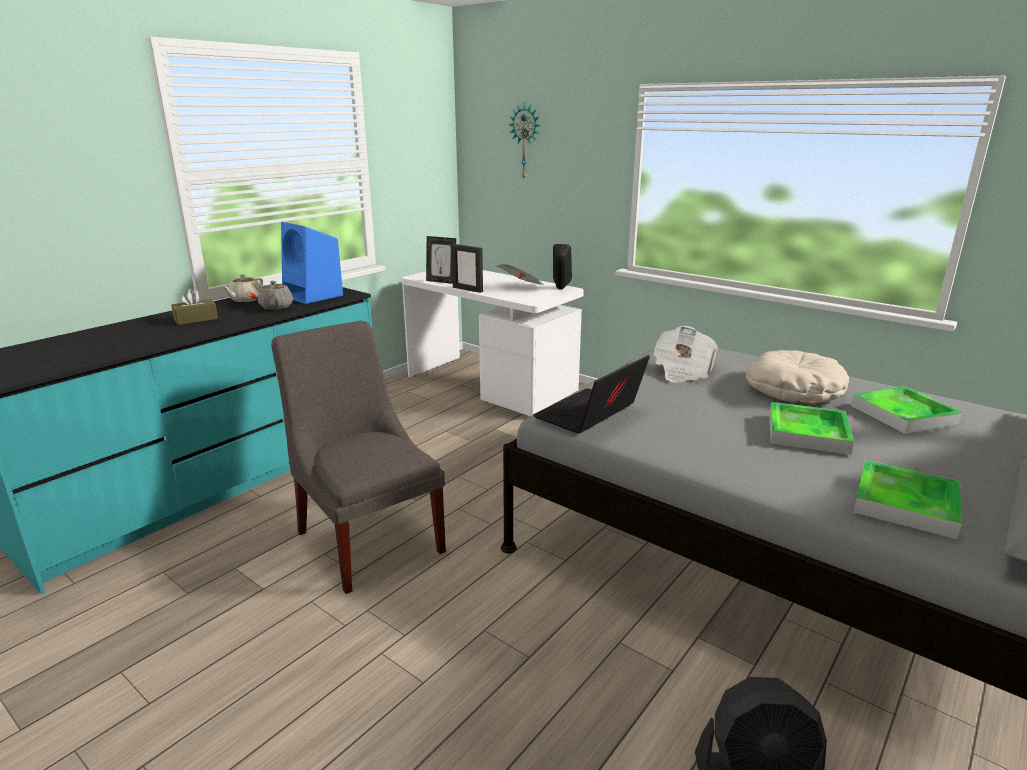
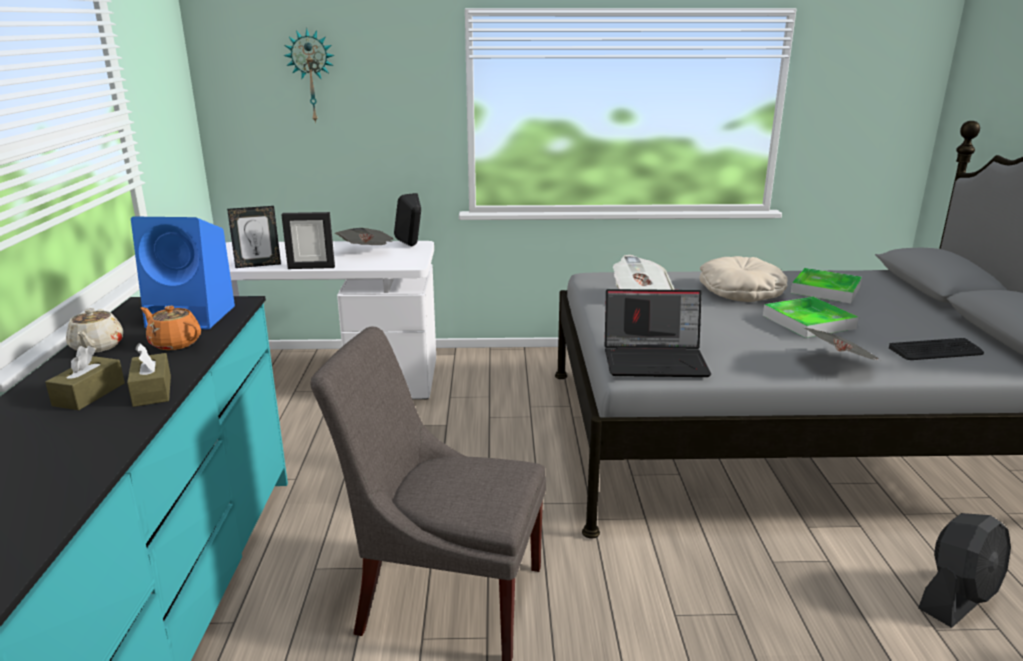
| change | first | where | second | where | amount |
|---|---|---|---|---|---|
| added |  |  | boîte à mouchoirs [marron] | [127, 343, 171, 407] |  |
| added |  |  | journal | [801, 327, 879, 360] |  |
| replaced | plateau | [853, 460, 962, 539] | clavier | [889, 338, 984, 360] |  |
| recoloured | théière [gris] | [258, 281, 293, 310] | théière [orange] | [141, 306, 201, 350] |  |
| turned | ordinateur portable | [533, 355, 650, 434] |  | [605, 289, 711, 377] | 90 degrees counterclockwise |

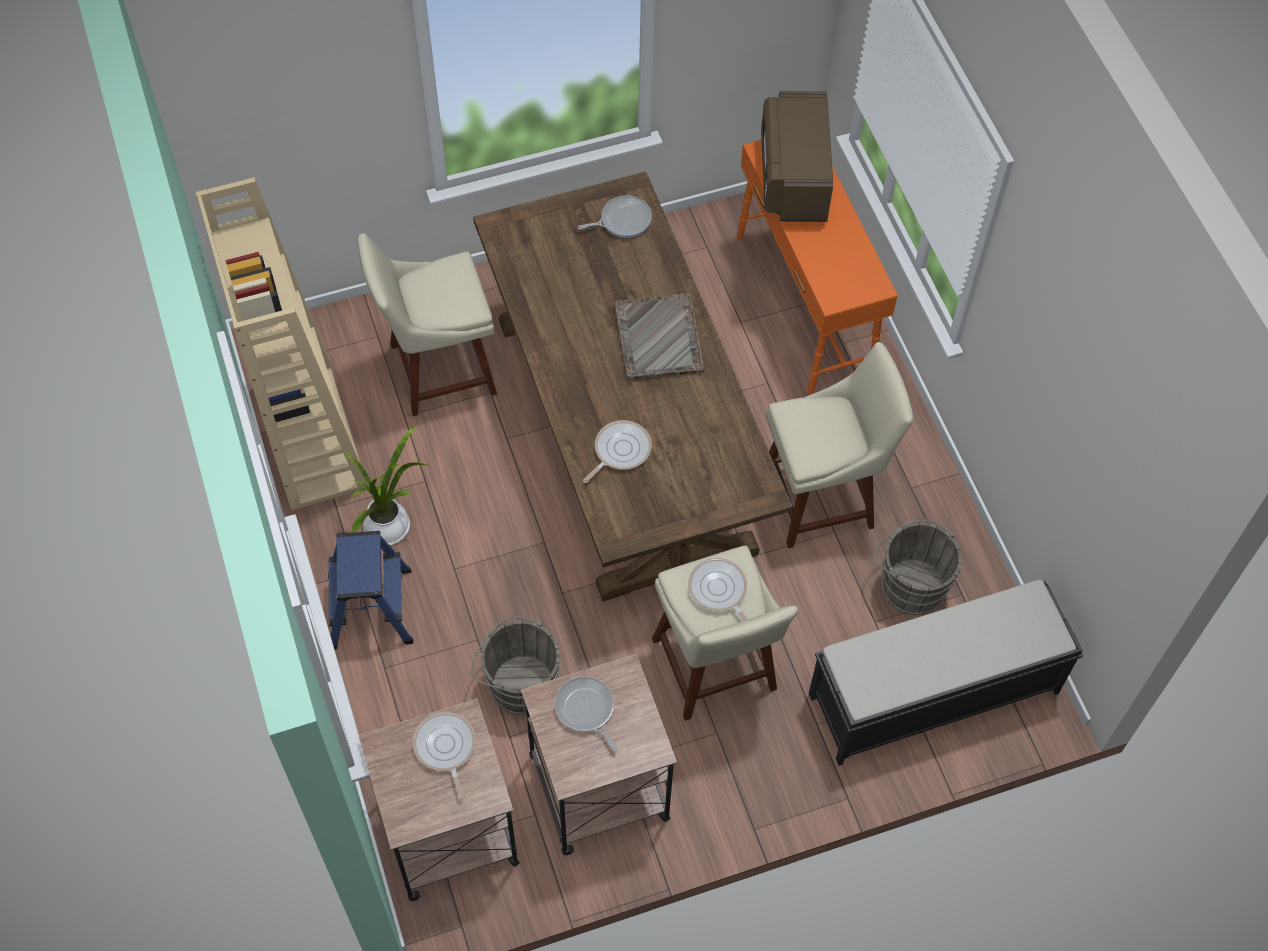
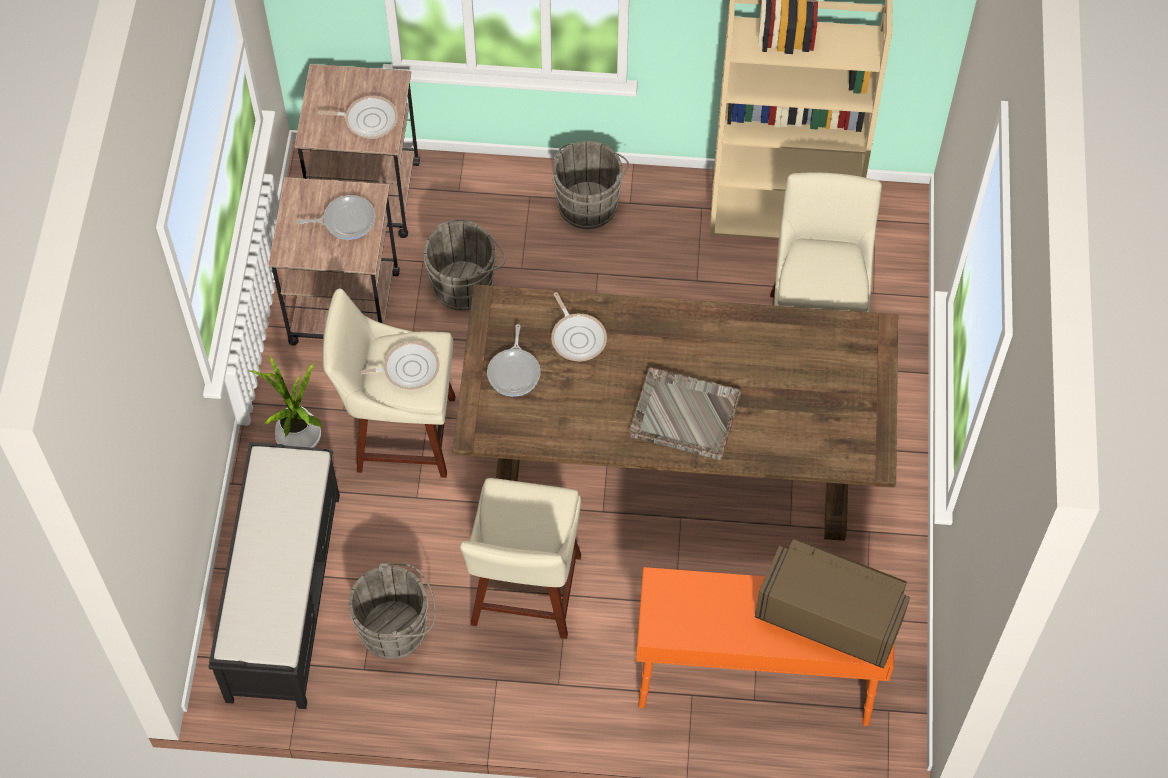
| change | first | where | second | where | amount |
|---|---|---|---|---|---|
| moved | plante en pot | [345, 425, 429, 545] |  | [249, 355, 322, 448] |  |
| moved | poêle | [578, 195, 652, 238] |  | [487, 324, 541, 397] |  |
| replaced | escabeau [bleu] | [328, 531, 414, 649] | seau [gris] | [552, 141, 629, 229] |  |

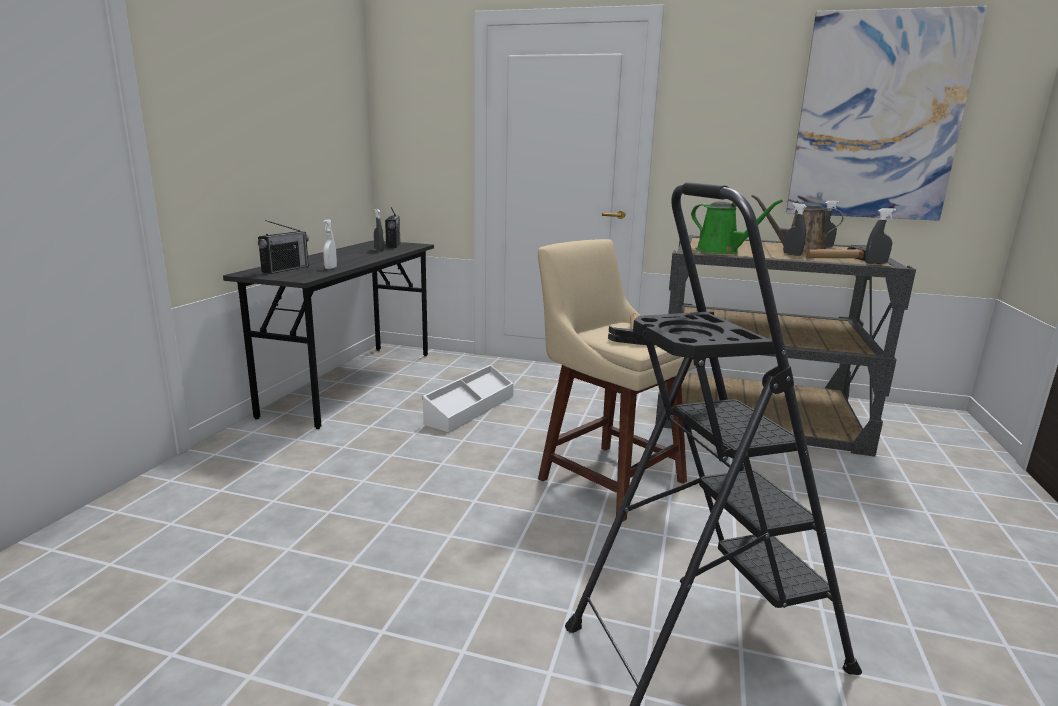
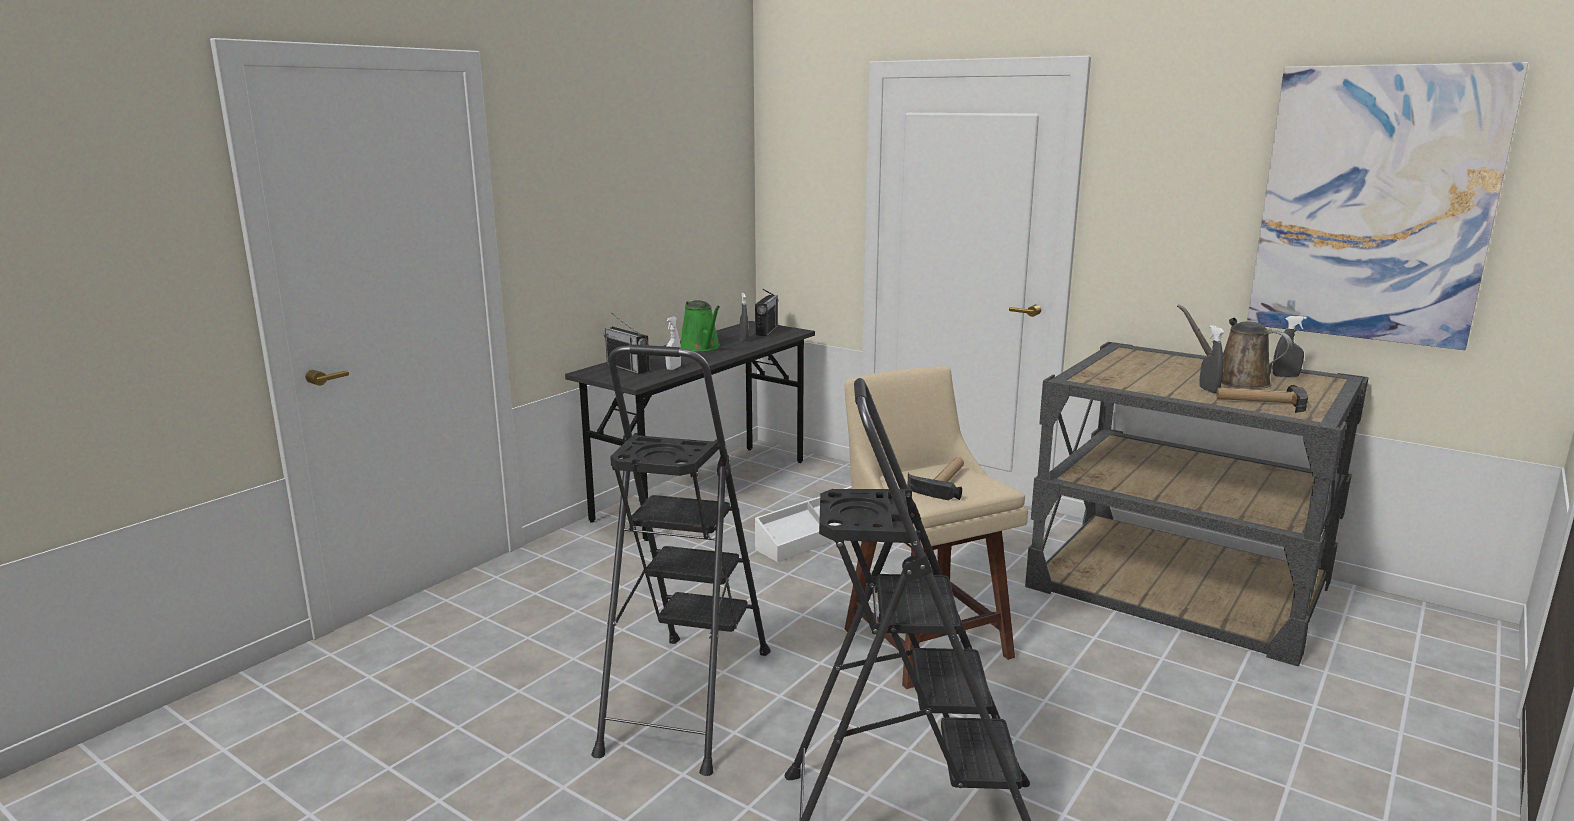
| change | first | where | second | where | amount |
|---|---|---|---|---|---|
| removed | vaporisateur [gris] | [865, 208, 896, 264] |  |  |  |
| added |  |  | escabeau | [591, 344, 771, 776] |  |
| moved | arrosoir [vert] | [691, 200, 783, 254] |  | [680, 300, 720, 352] |  |
| turned | radio | [258, 220, 309, 274] |  | [604, 313, 650, 374] | 90 degrees clockwise |

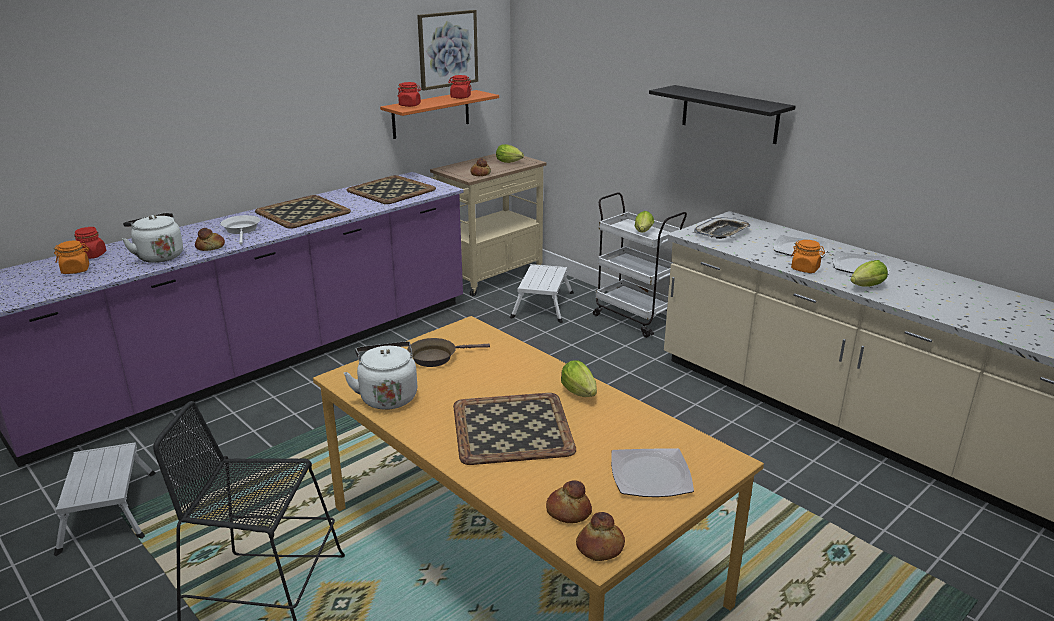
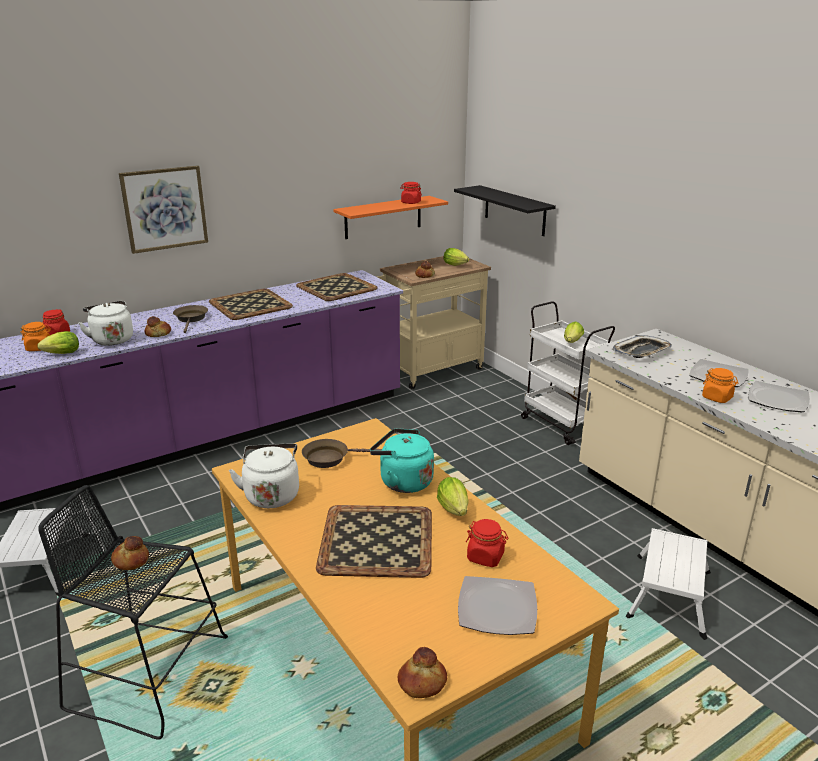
| change | first | where | second | where | amount |
|---|---|---|---|---|---|
| added |  |  | bouilloire [turquoise] | [370, 428, 434, 493] |  |
| moved | bocal [rouge] | [398, 82, 421, 107] |  | [466, 519, 509, 567] |  |
| moved | tableau | [417, 10, 478, 91] |  | [119, 165, 208, 254] |  |
| moved | escabeau [blanc] | [510, 264, 574, 323] |  | [626, 528, 711, 640] |  |
| moved | pain | [546, 480, 592, 523] |  | [111, 536, 149, 570] |  |
| moved | étagère [noir] | [649, 85, 796, 144] |  | [454, 185, 556, 236] |  |
| moved | laitue | [851, 260, 888, 287] |  | [37, 331, 79, 354] |  |
| recoloured | poêle [blanc] | [221, 215, 260, 244] | poêle [marron] | [173, 305, 208, 333] |  |

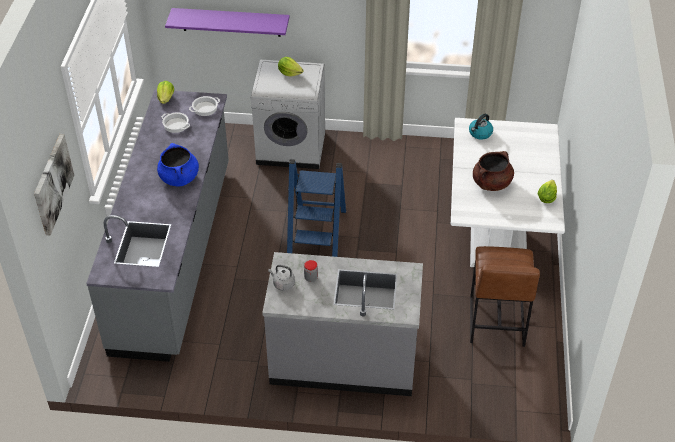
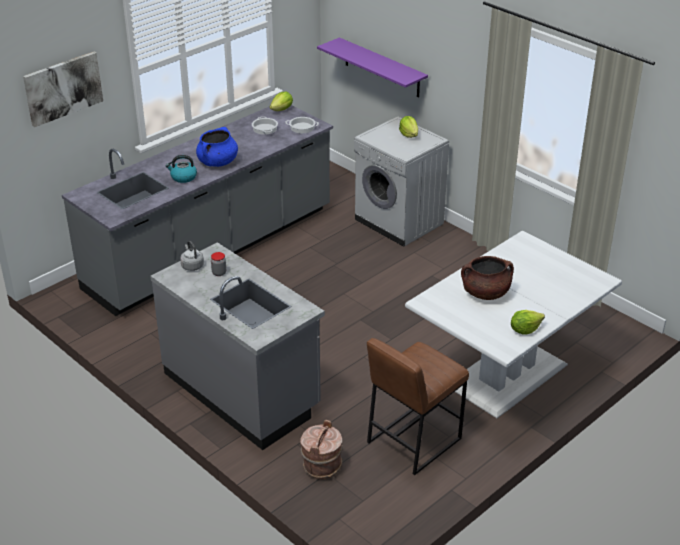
| change | first | where | second | where | amount |
|---|---|---|---|---|---|
| removed | escabeau [bleu] | [287, 159, 346, 257] |  |  |  |
| added |  |  | seau [marron] | [300, 420, 343, 479] |  |
| moved | bouilloire | [469, 114, 493, 140] |  | [165, 155, 197, 183] |  |

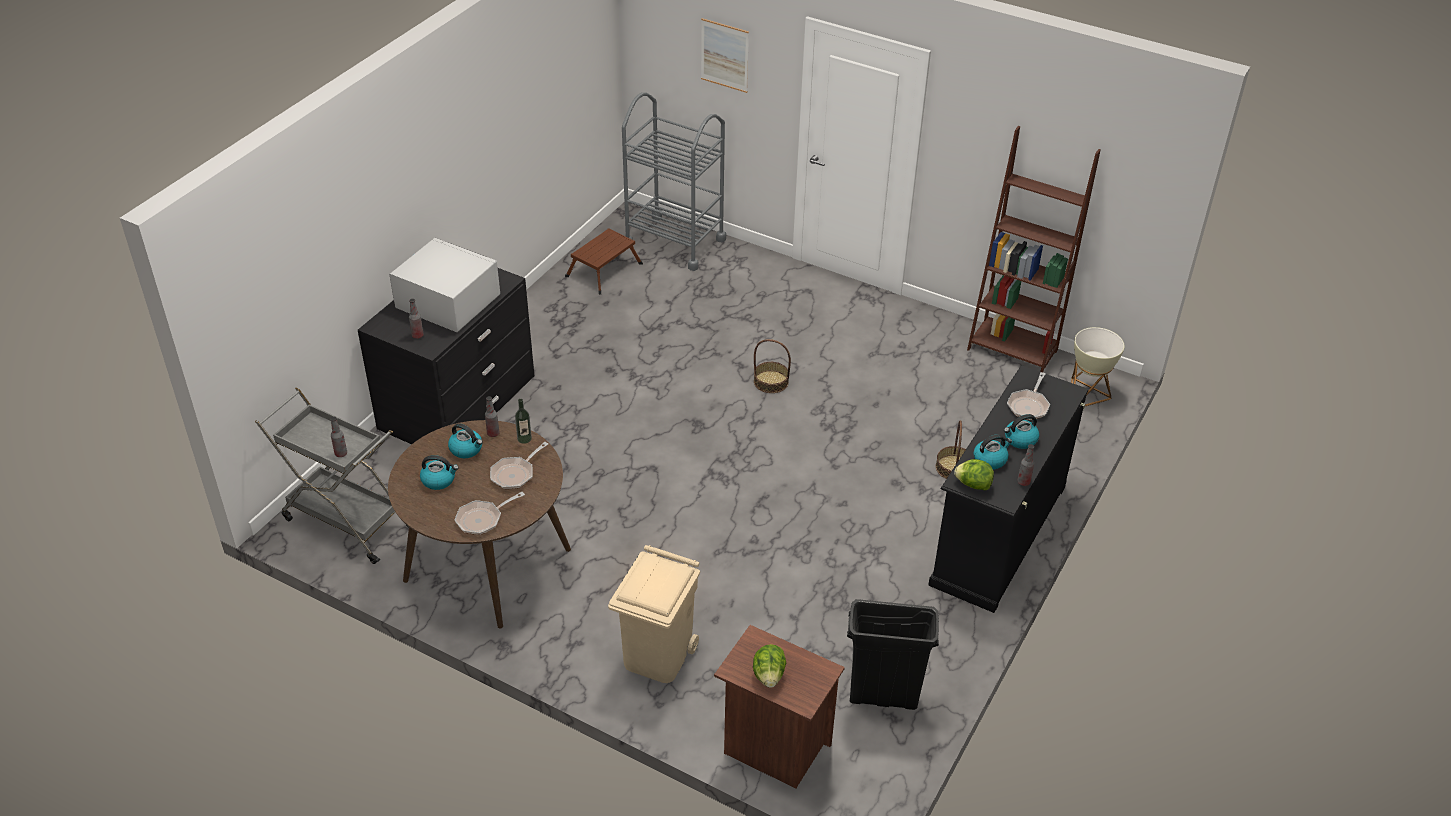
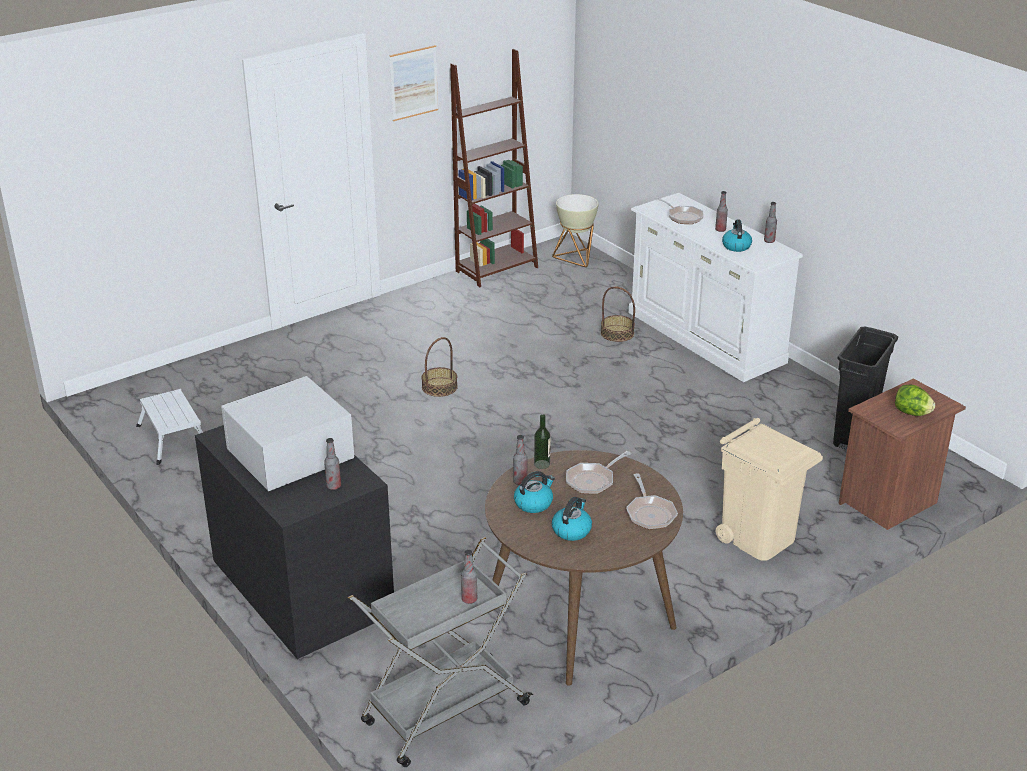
| change | first | where | second | where | amount |
|---|---|---|---|---|---|
| removed | chariot [gris] | [622, 92, 726, 271] |  |  |  |
| removed | laitue | [954, 459, 994, 490] |  |  |  |
| moved | tableau | [701, 18, 749, 93] |  | [390, 45, 438, 121] |  |
| replaced | bouilloire | [1004, 414, 1039, 449] | bouteille | [715, 191, 728, 232] |  |
| recoloured | escabeau [marron] | [565, 228, 643, 295] | escabeau [blanc] | [136, 389, 203, 465] |  |
| recoloured | meuble de rangement [noir] | [928, 366, 1089, 613] | meuble de rangement [blanc] | [629, 193, 803, 382] |  |
| turned | poêle | [490, 442, 548, 489] |  | [566, 451, 631, 494] | 75 degrees clockwise |

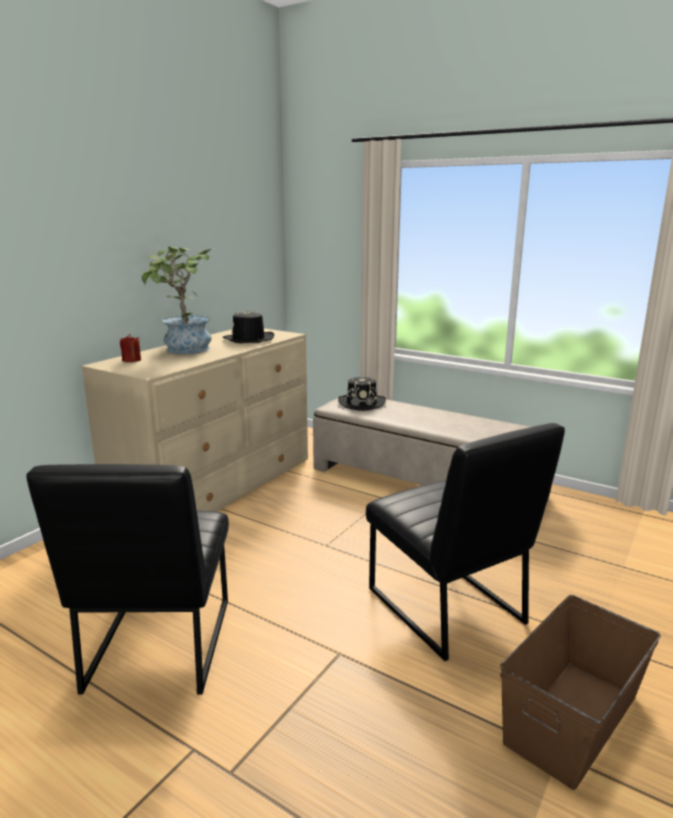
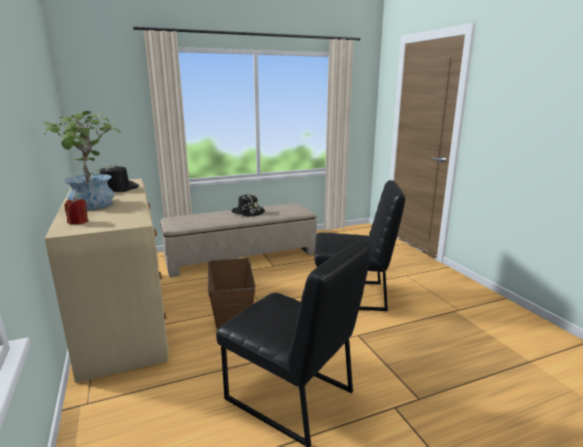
| change | first | where | second | where | amount |
|---|---|---|---|---|---|
| moved | chapeau [noir] | [338, 376, 386, 411] |  | [232, 194, 265, 217] |  |
| moved | boîte de rangement [marron] | [500, 595, 661, 790] |  | [208, 258, 256, 329] |  |

